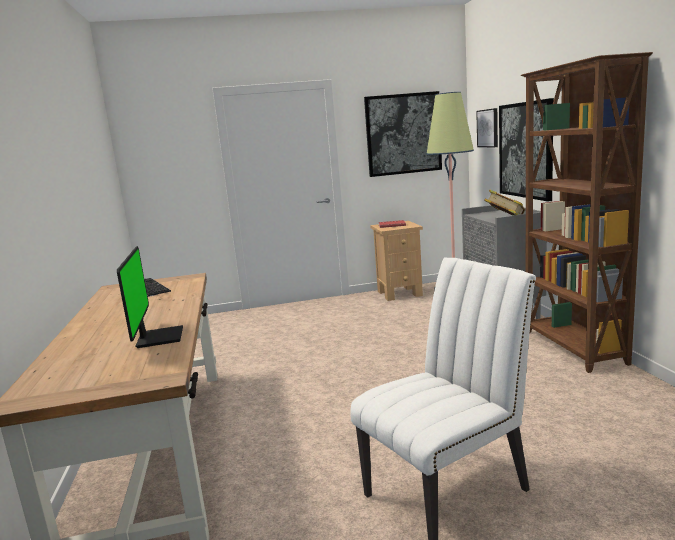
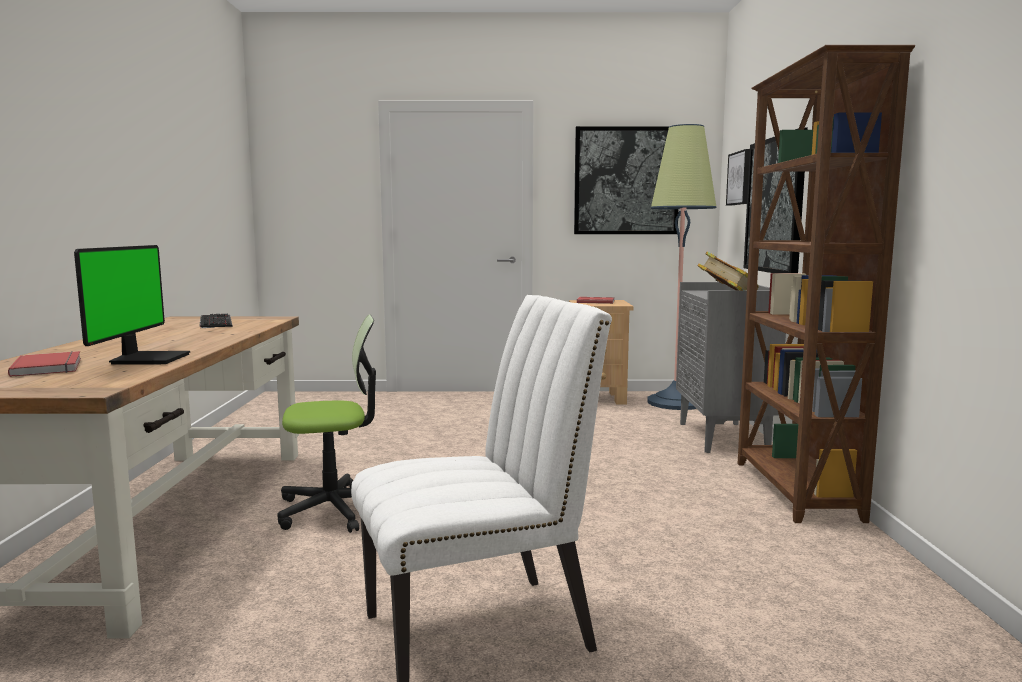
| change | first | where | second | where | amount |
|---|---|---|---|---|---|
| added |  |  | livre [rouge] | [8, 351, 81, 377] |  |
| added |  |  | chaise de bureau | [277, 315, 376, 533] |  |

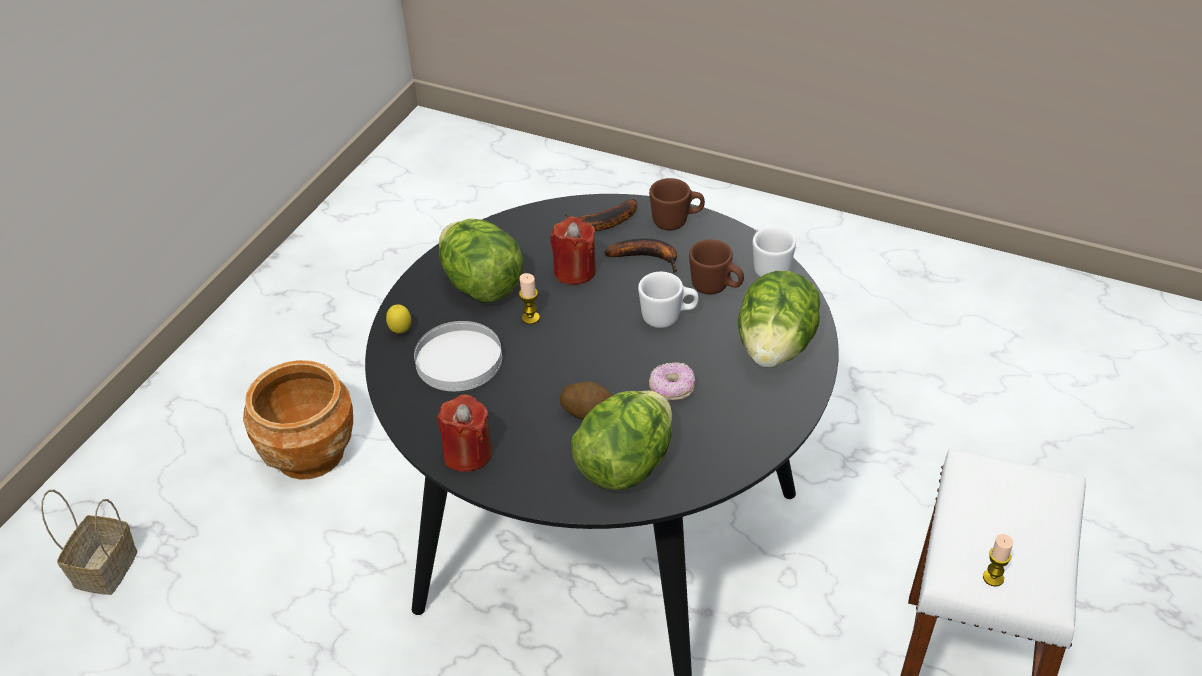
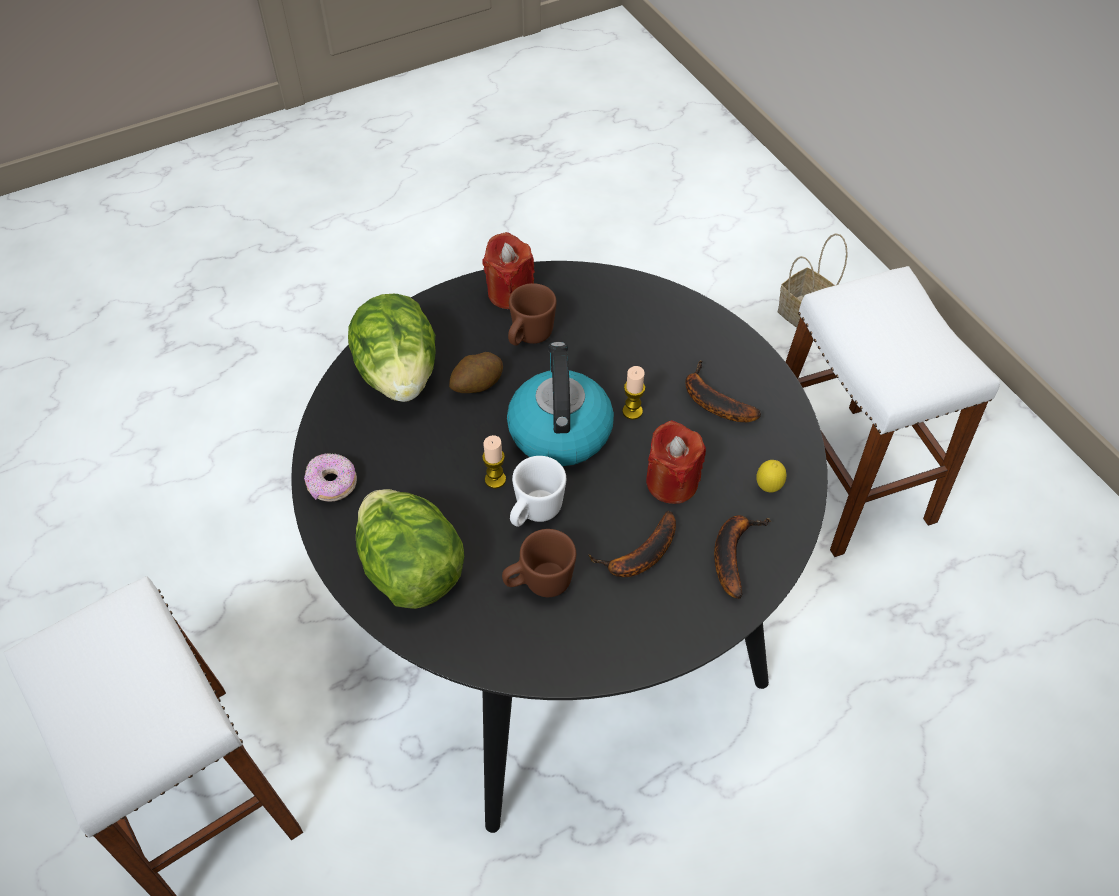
| change | first | where | second | where | amount |
|---|---|---|---|---|---|
| removed | assiette [blanc] | [414, 321, 502, 391] |  |  |  |
| removed | mug [blanc] | [753, 227, 796, 277] |  |  |  |
| added |  |  | bouilloire | [507, 342, 614, 466] |  |
| moved | citron | [386, 305, 411, 334] |  | [757, 460, 787, 493] |  |
| moved | mug [marron] | [649, 178, 705, 230] |  | [508, 283, 557, 346] |  |
| moved | beignet | [649, 362, 696, 401] |  | [304, 453, 357, 502] |  |
| moved | bougie | [983, 534, 1013, 587] |  | [482, 435, 506, 489] |  |
| replaced | cache-pot [marron] | [243, 360, 353, 480] | tabouret [blanc] | [786, 266, 1000, 557] |  |
| replaced | laitue | [439, 219, 524, 303] | banane | [685, 360, 761, 422] |  |

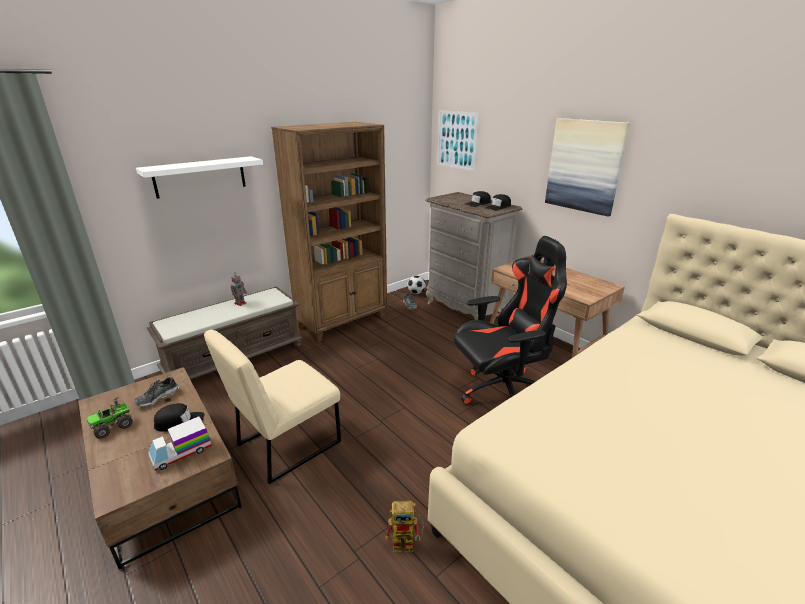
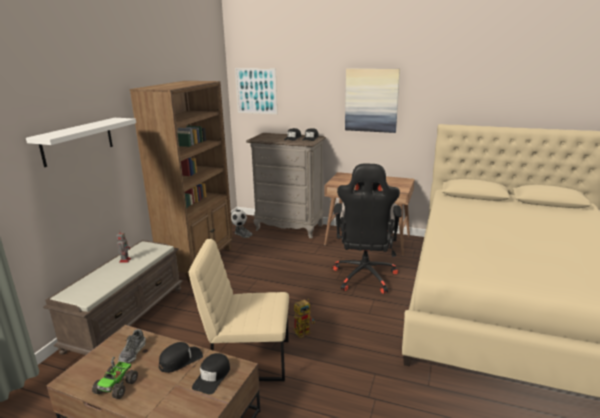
| change | first | where | second | where | amount |
|---|---|---|---|---|---|
| moved | robot jouet | [385, 501, 424, 553] |  | [293, 299, 315, 338] |  |
| replaced | camion jouet | [148, 416, 212, 471] | casquette [noir] | [192, 353, 230, 394] |  |
| turned | chaise [beige] | [204, 330, 341, 484] |  | [189, 239, 289, 381] | 75 degrees clockwise |
| turned | chaise de bureau [noir] | [453, 236, 567, 404] |  | [332, 163, 402, 294] | 150 degrees clockwise |

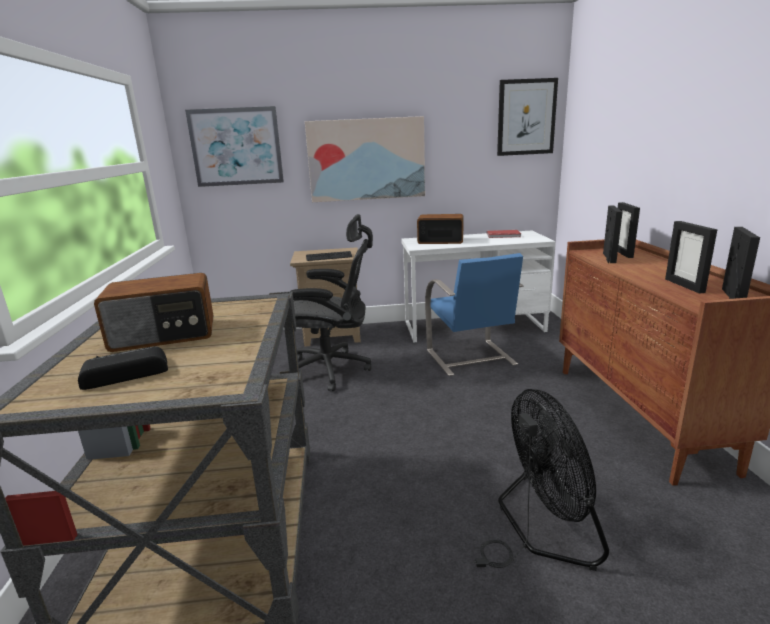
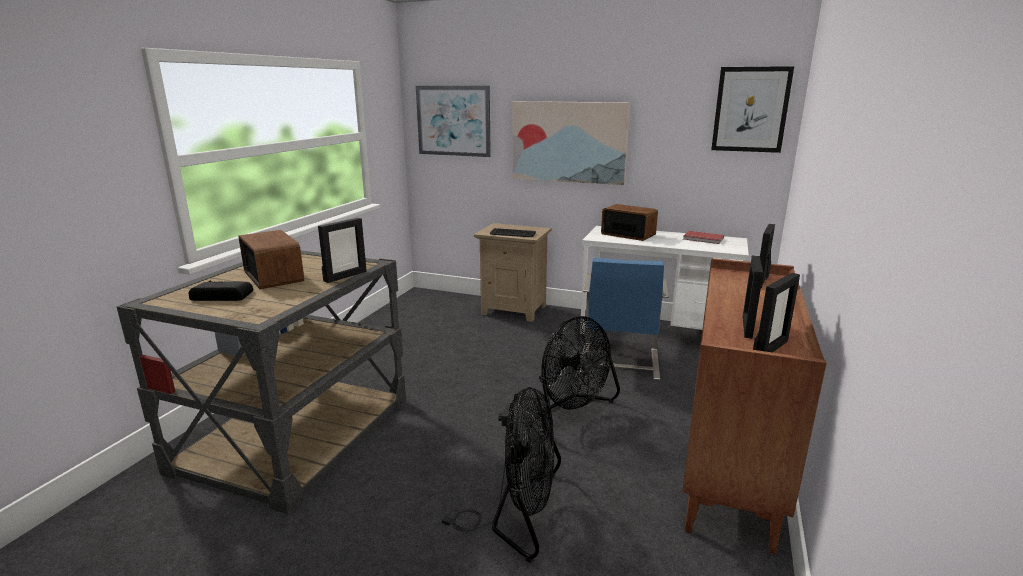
| change | first | where | second | where | amount |
|---|---|---|---|---|---|
| removed | chaise de bureau | [285, 214, 373, 391] |  |  |  |
| added |  |  | ventilateur [noir] | [517, 316, 620, 425] |  |
| moved | cadre photo | [603, 206, 623, 263] |  | [318, 218, 367, 283] |  |
| turned | radio | [94, 273, 213, 352] |  | [238, 230, 304, 289] | 135 degrees counterclockwise |

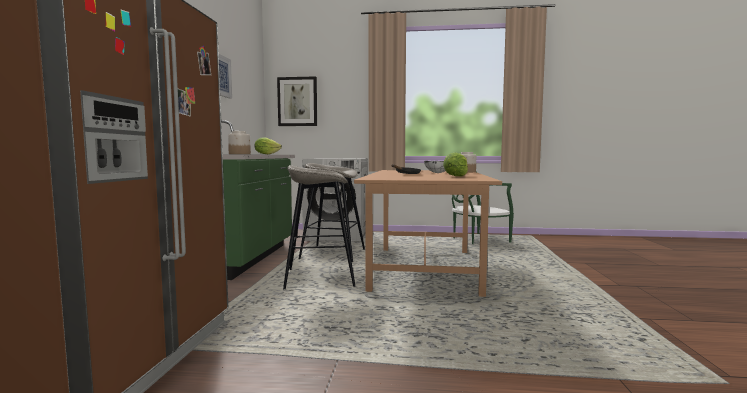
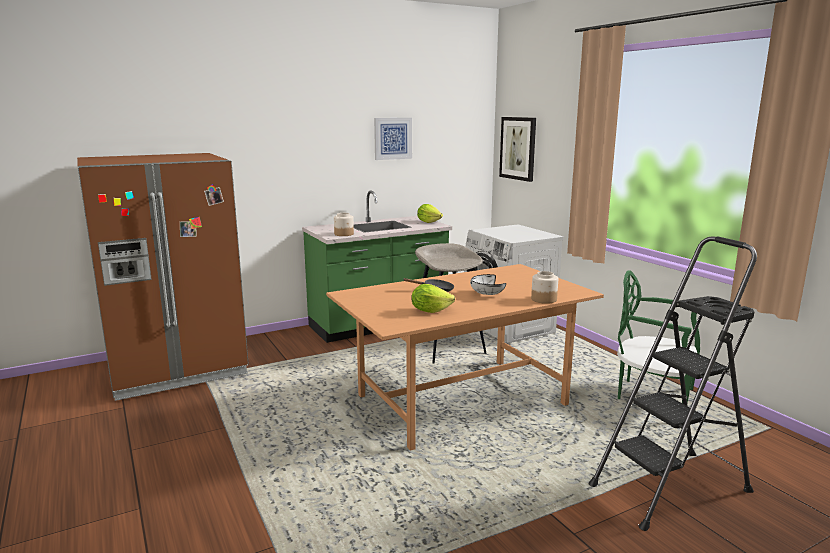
| change | first | where | second | where | amount |
|---|---|---|---|---|---|
| removed | tabouret [gris] | [283, 165, 355, 289] |  |  |  |
| added |  |  | escabeau | [588, 236, 757, 531] |  |

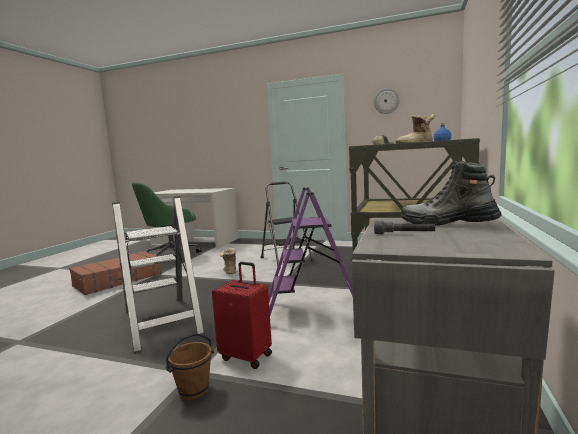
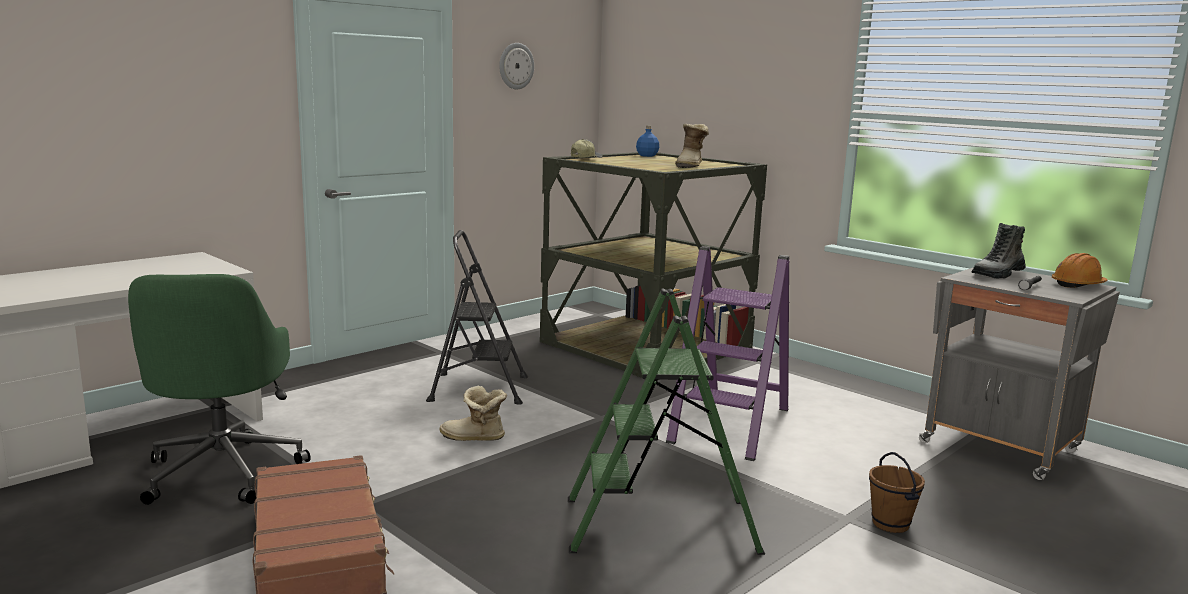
| change | first | where | second | where | amount |
|---|---|---|---|---|---|
| removed | valise [rouge] | [212, 262, 272, 369] |  |  |  |
| added |  |  | casque de chantier [orange] | [1052, 253, 1108, 288] |  |
| recoloured | escabeau [gris] | [112, 196, 204, 354] | escabeau [vert] | [568, 289, 765, 555] |  |

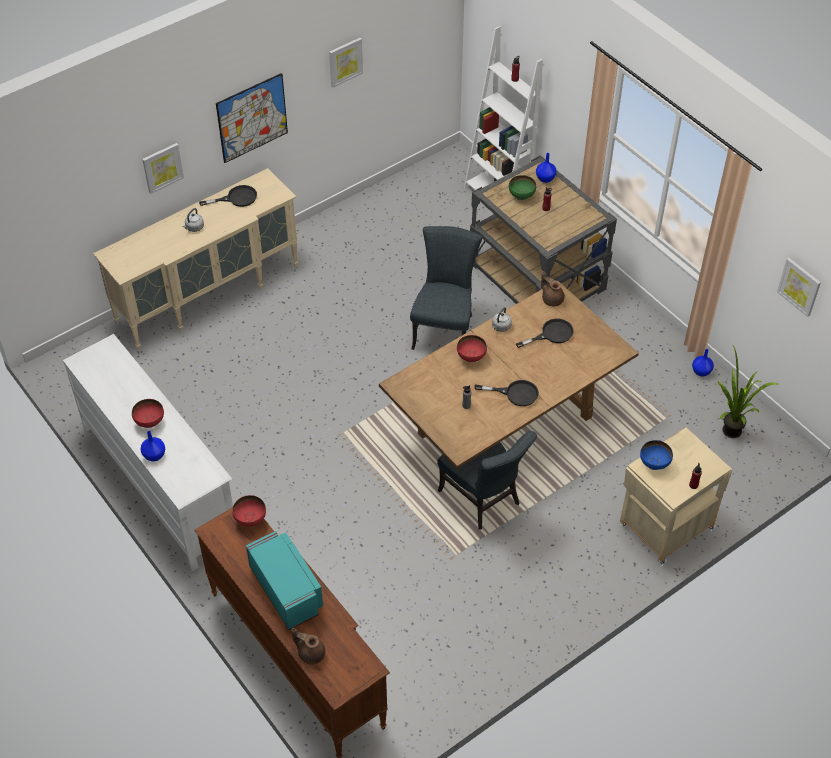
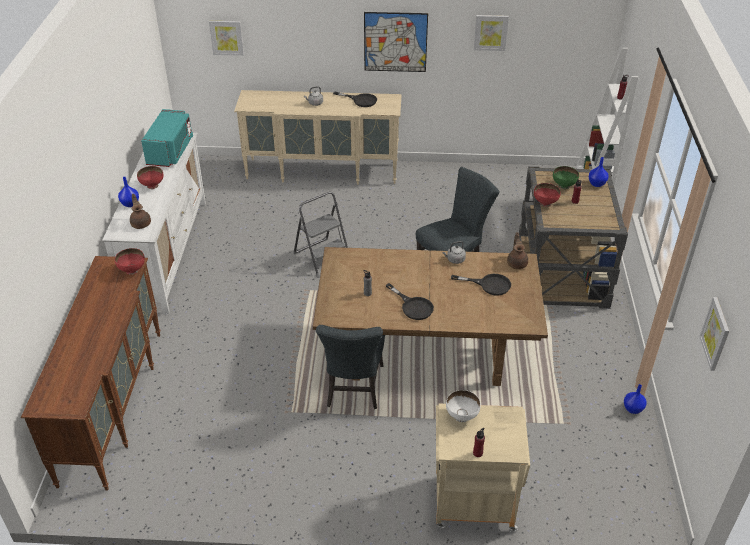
| change | first | where | second | where | amount |
|---|---|---|---|---|---|
| removed | plante en pot | [717, 344, 778, 438] |  |  |  |
| added |  |  | escabeau [gris] | [293, 192, 348, 278] |  |
| moved | tableau | [142, 143, 184, 194] |  | [209, 21, 244, 56] |  |
| moved | micro-ondes [turquoise] | [246, 531, 323, 630] |  | [141, 109, 193, 167] |  |
| moved | théière [marron] | [292, 628, 325, 665] |  | [130, 194, 151, 229] |  |
| moved | bol [rouge] | [457, 335, 487, 363] |  | [534, 183, 561, 207] |  |
| recoloured | bol [bleu] | [640, 440, 673, 470] | bol [blanc] | [446, 390, 481, 422] |  |

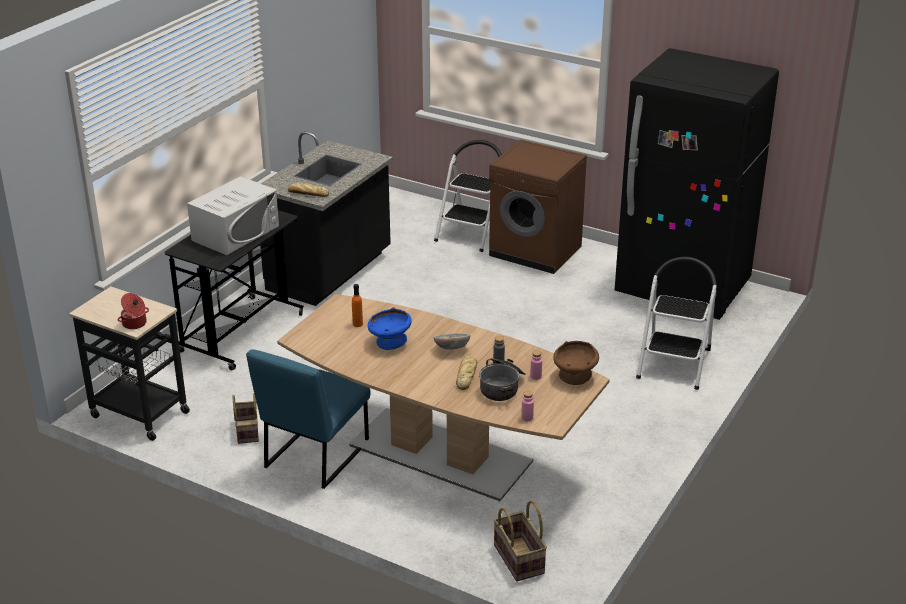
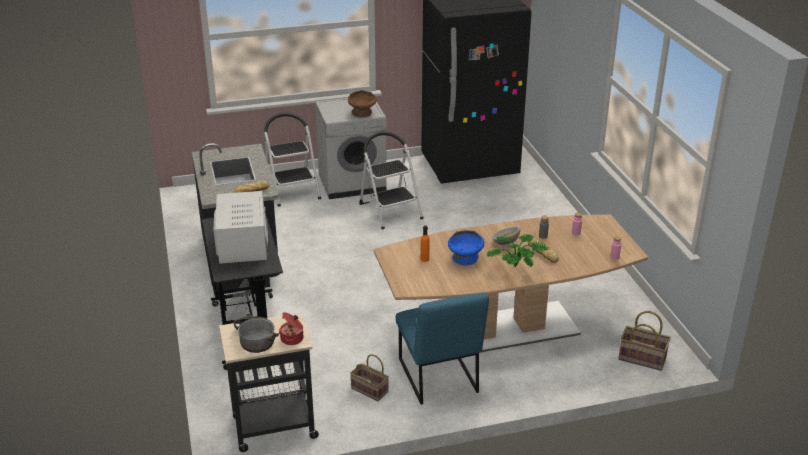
| change | first | where | second | where | amount |
|---|---|---|---|---|---|
| added |  |  | plante en pot | [486, 233, 549, 267] |  |
| moved | marmite | [479, 358, 525, 401] |  | [232, 314, 279, 353] |  |
| moved | bol [marron] | [553, 341, 599, 385] |  | [348, 90, 377, 118] |  |
| moved | escabeau | [636, 257, 717, 390] |  | [359, 132, 424, 229] |  |
| recoloured | lave-linge [marron] | [489, 140, 587, 274] | lave-linge [blanc] | [315, 98, 387, 199] |  |

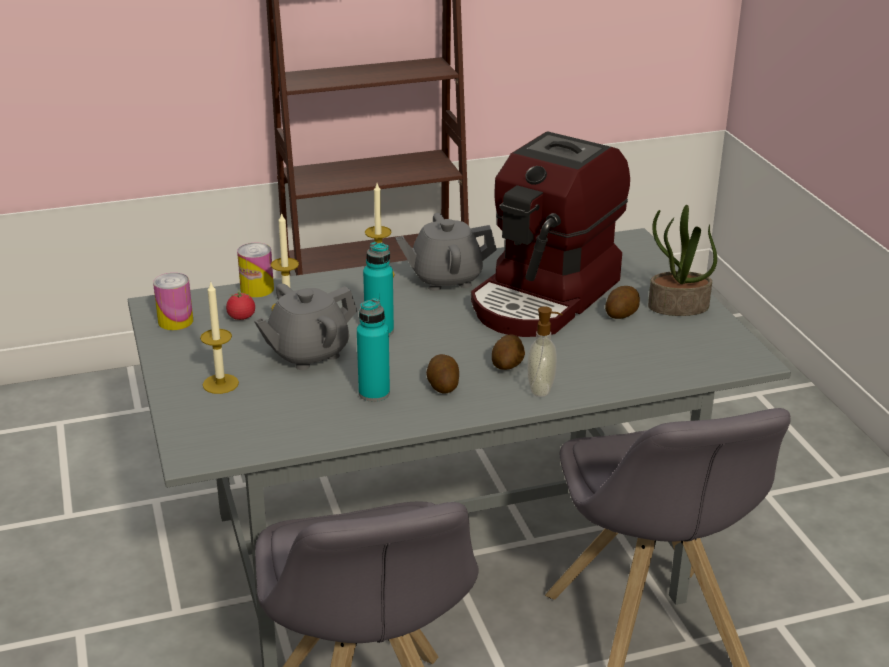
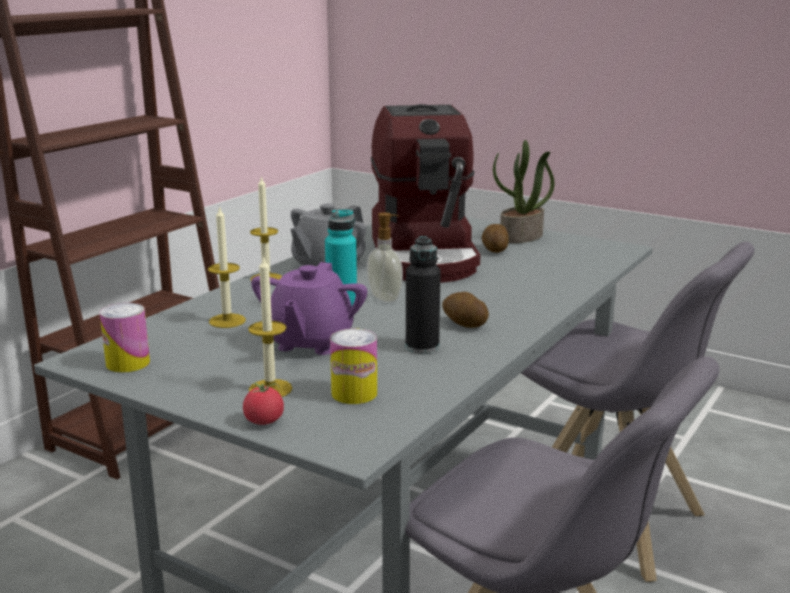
| change | first | where | second | where | amount |
|---|---|---|---|---|---|
| removed | pomme de terre | [492, 334, 525, 370] |  |  |  |
| moved | tomate | [226, 289, 255, 320] |  | [243, 383, 284, 425] |  |
| moved | boîte métallique | [237, 243, 274, 298] |  | [330, 329, 377, 404] |  |
| moved | distributeur de savon | [528, 306, 563, 397] |  | [367, 212, 403, 302] |  |
| recoloured | théière [gris] | [254, 283, 357, 370] | théière [violet] | [251, 262, 367, 355] |  |
| recoloured | bouteille [turquoise] | [357, 298, 390, 402] | bouteille [noir] | [406, 236, 441, 353] |  |

